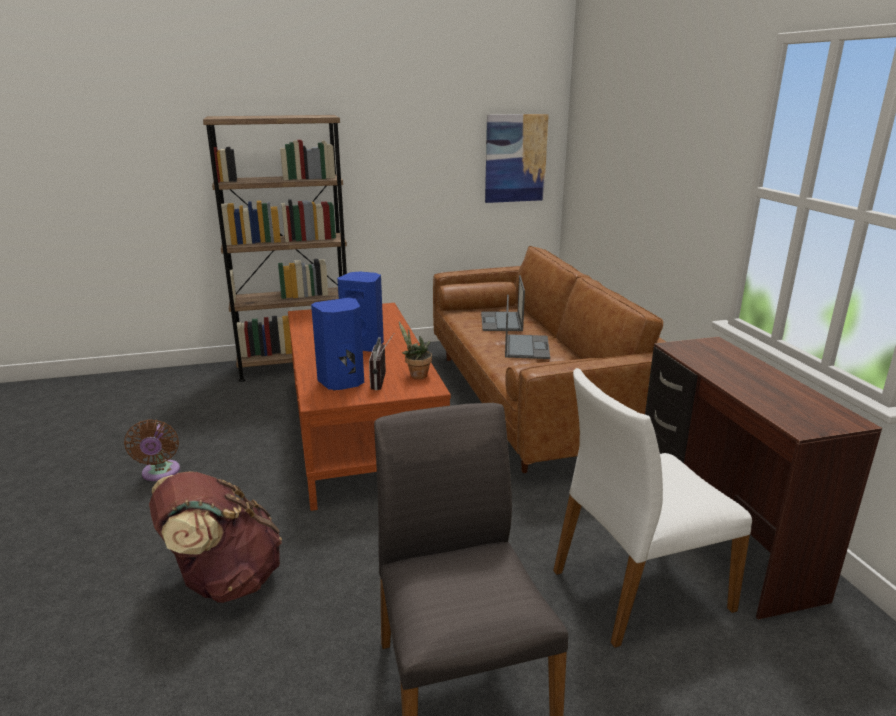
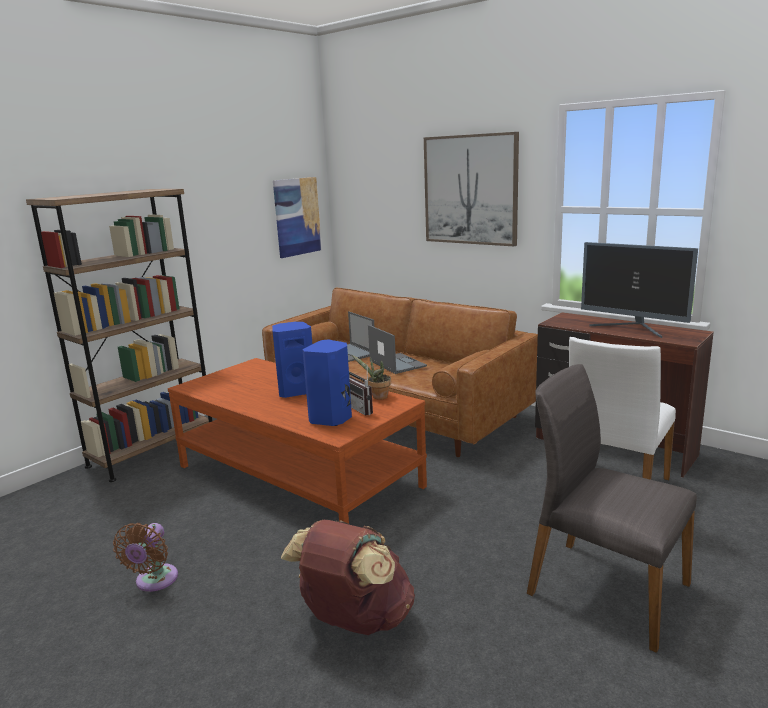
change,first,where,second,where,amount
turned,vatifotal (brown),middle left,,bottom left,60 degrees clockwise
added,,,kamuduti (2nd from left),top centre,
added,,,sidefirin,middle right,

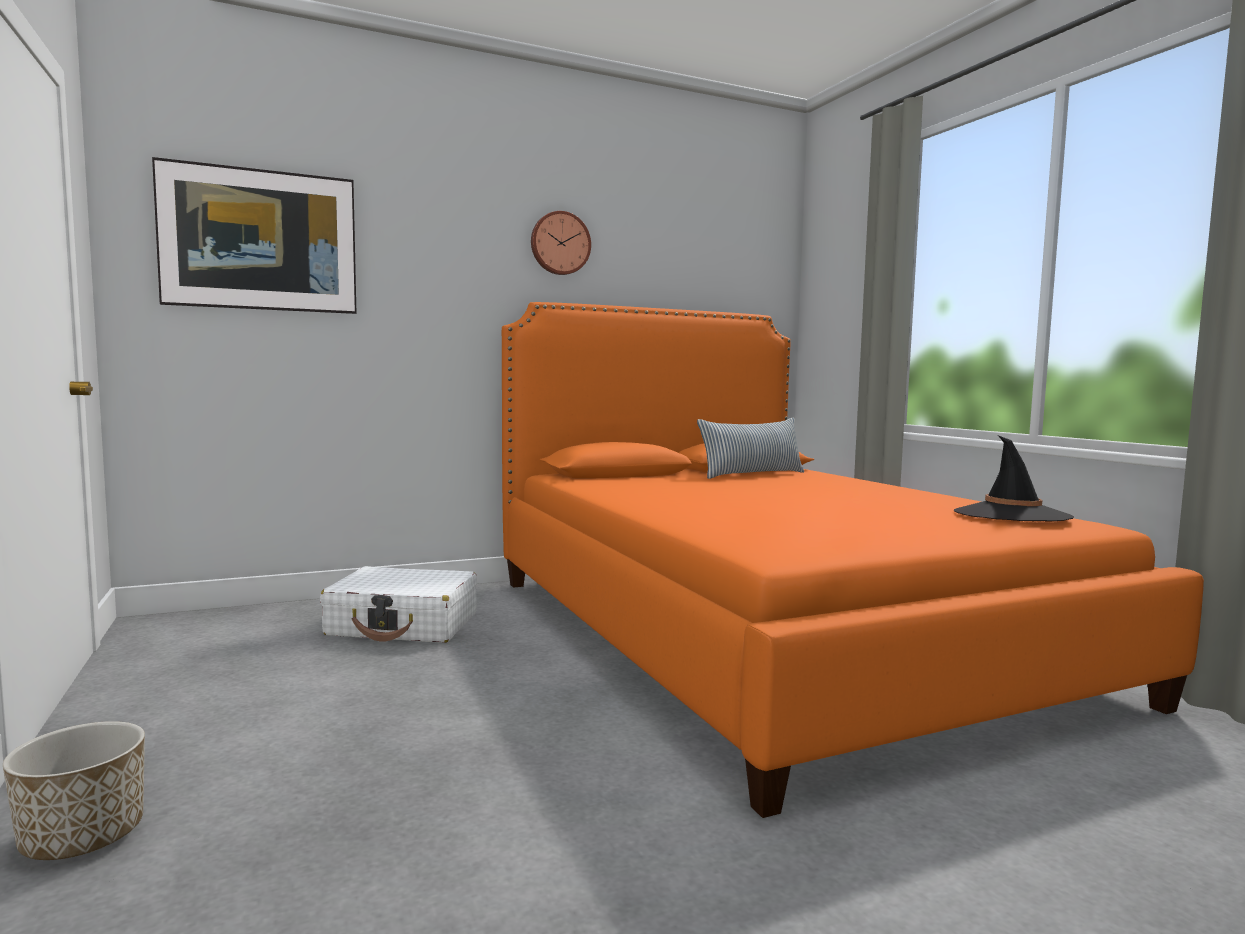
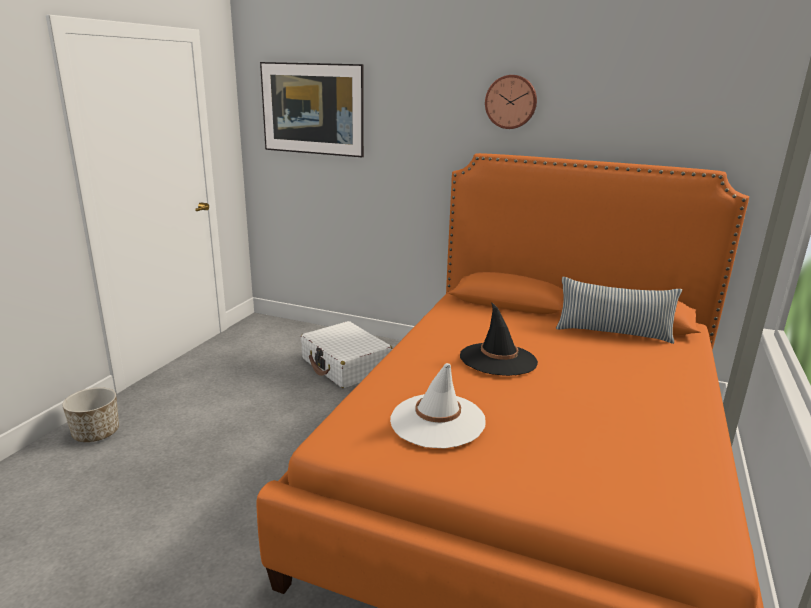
change,first,where,second,where,amount
moved,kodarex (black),middle right,,centre,
added,,,kodarex (white),centre,

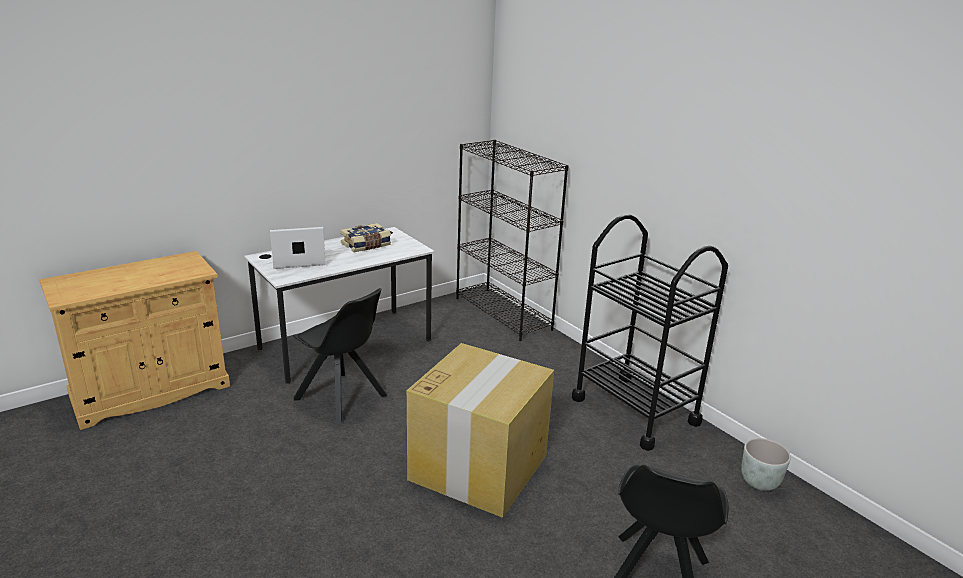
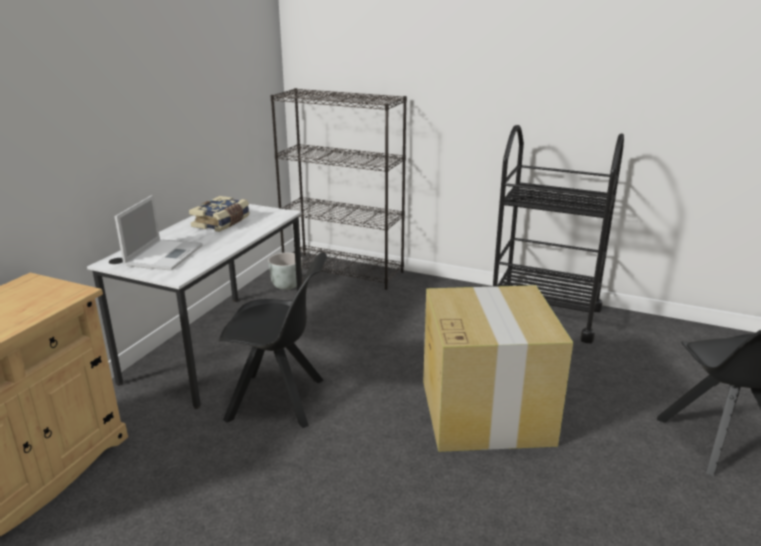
change,first,where,second,where,amount
turned,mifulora,middle left,,middle left,150 degrees clockwise
moved,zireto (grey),bottom right,,centre,

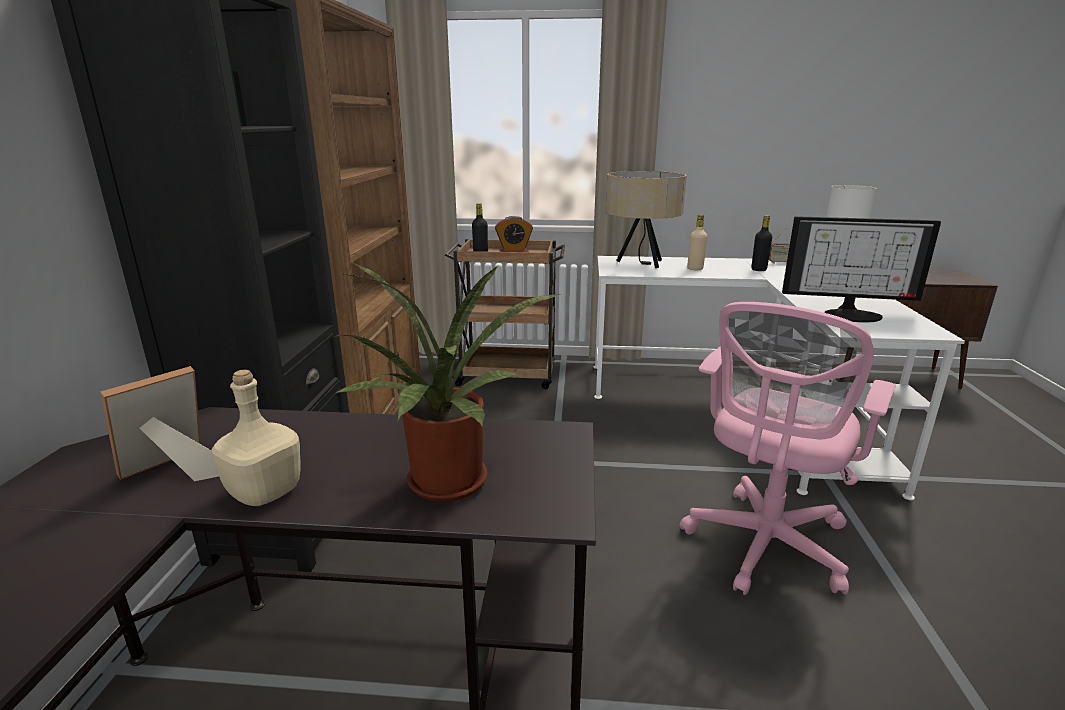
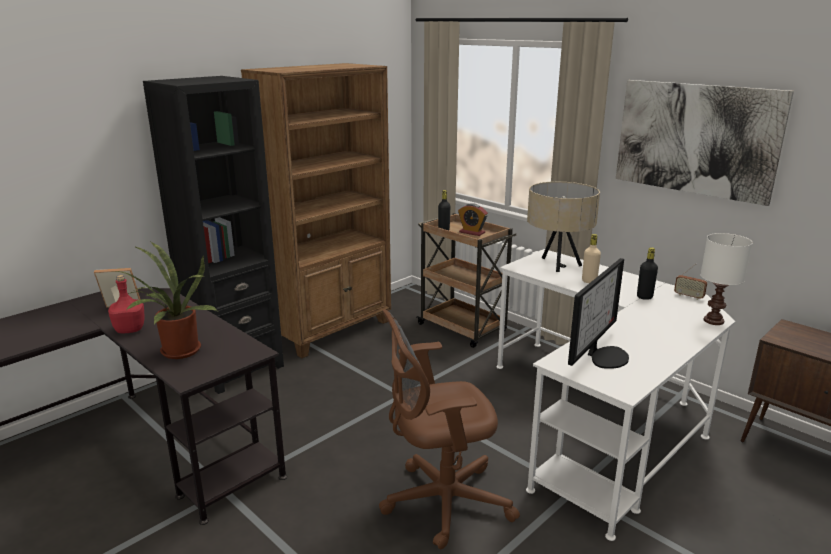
change,first,where,second,where,amount
turned,sidefirin,middle right,,middle right,105 degrees counterclockwise
recoloured,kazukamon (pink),middle right,kazukamon (brown),bottom centre,
recoloured,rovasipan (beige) (1st from left),middle left,rovasipan (red),middle left,
added,,,kamuduti,top right,

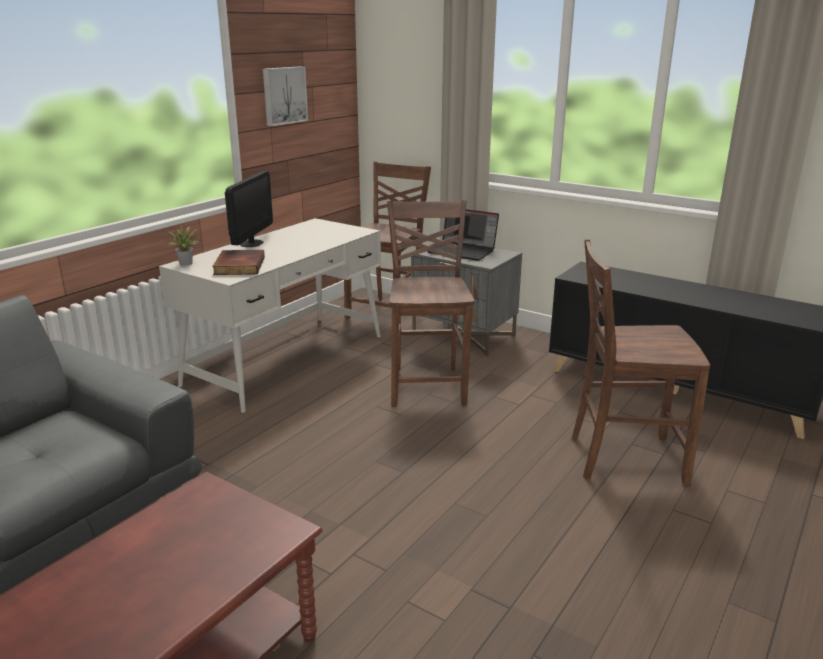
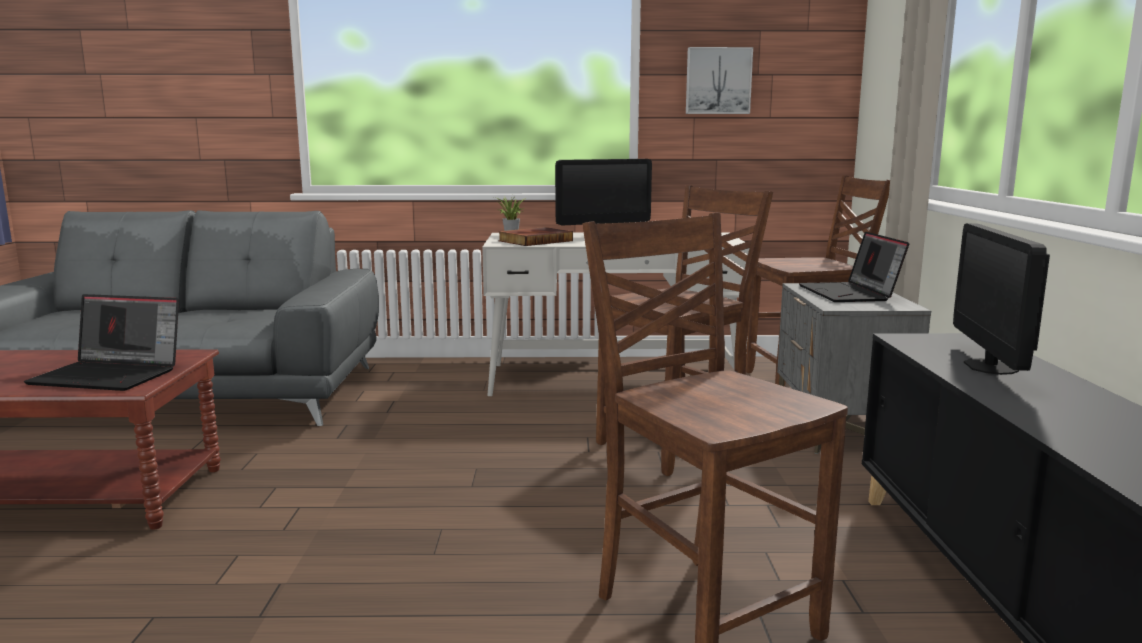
change,first,where,second,where,amount
added,,,sidefirin (2nd from left),middle right,
added,,,mifulora (1st from left),middle left,

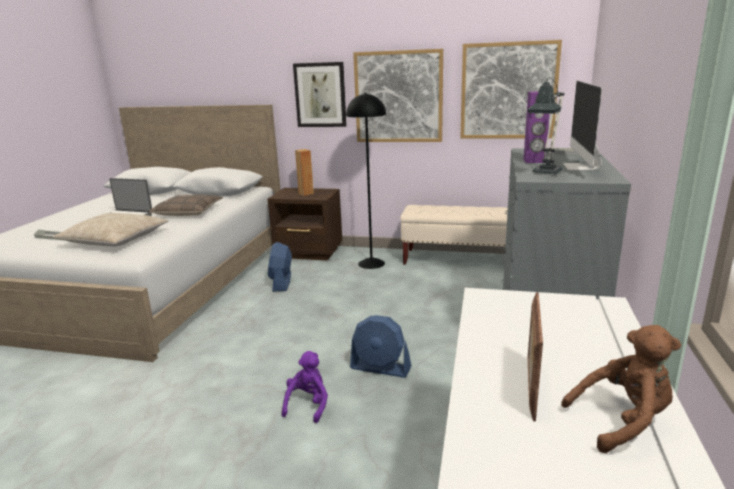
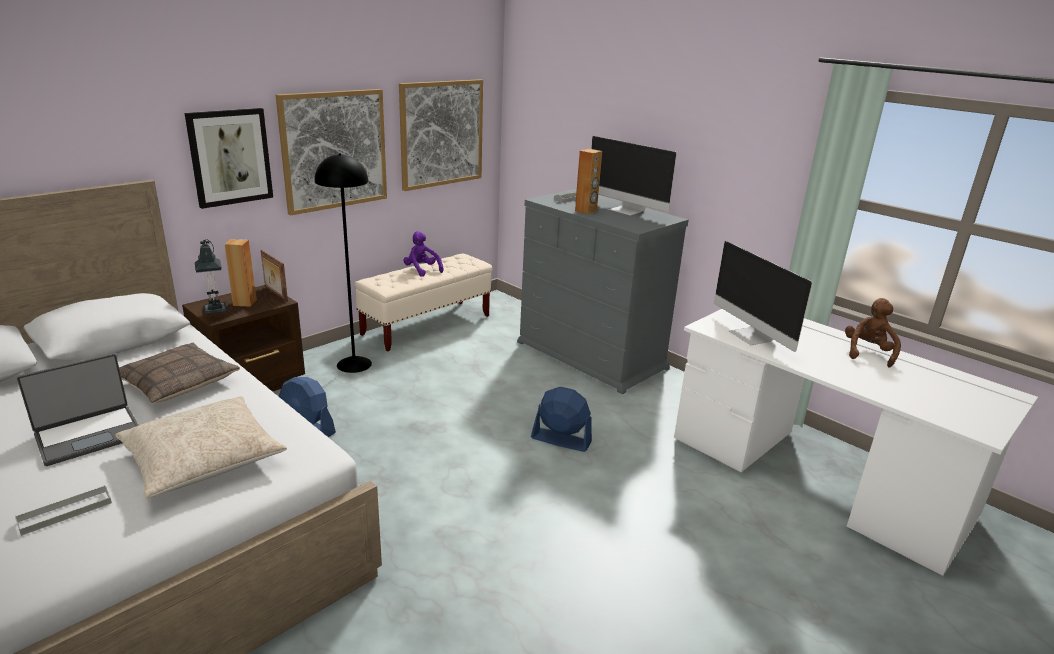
change,first,where,second,where,amount
moved,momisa,top right,,middle left,
recoloured,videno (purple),top right,videno (brown) (2nd from left),top centre,
moved,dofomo,bottom right,,middle left,
turned,vatifotal (blue) (2nd from left),bottom centre,,centre,120 degrees counterclockwise
moved,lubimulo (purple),bottom centre,,centre,
added,,,sidefirin (2nd from left),middle right,

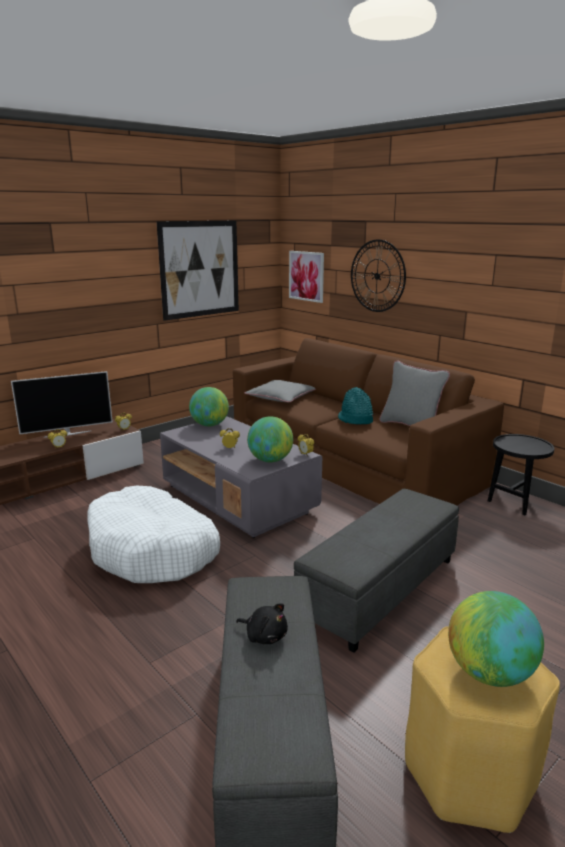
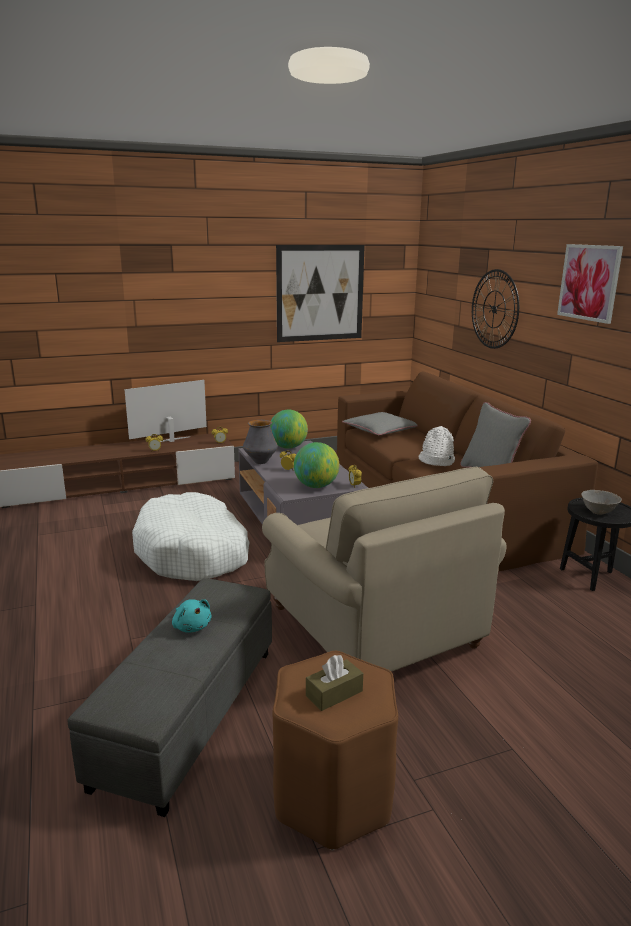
change,first,where,second,where,amount
moved,kamuduti (2nd from left),top centre,,top right,
turned,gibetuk,middle left,,middle left,150 degrees clockwise
recoloured,kodarex (turquoise),centre,kodarex (white),middle right,
replaced,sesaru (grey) (2nd from left),bottom centre,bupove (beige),centre,
replaced,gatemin (3rd from left),bottom right,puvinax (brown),bottom centre,
recoloured,lubimulo (black),bottom centre,lubimulo (turquoise),middle left,
recoloured,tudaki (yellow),bottom right,tudaki (brown),bottom centre,
added,,,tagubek,centre,
added,,,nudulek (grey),middle right,

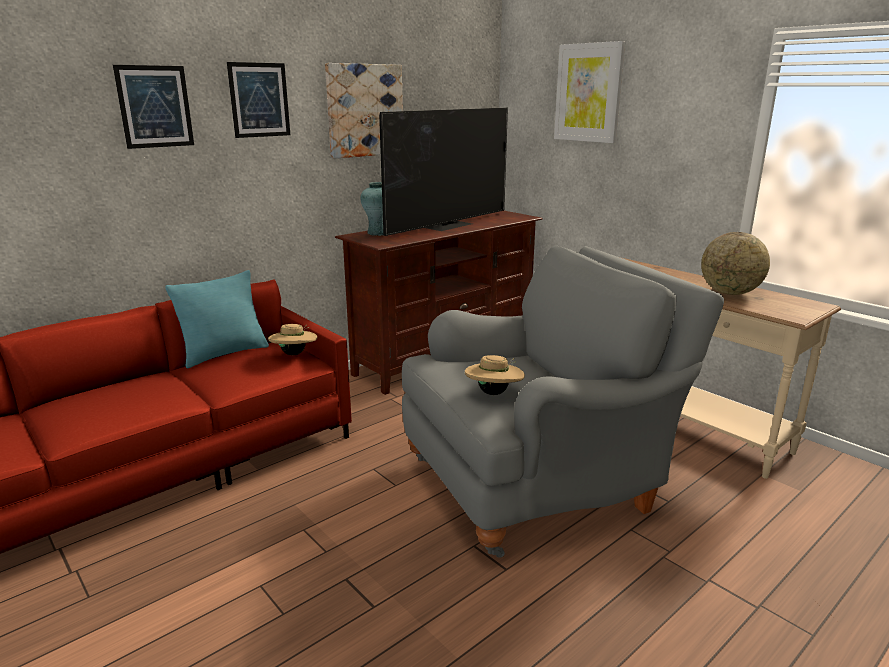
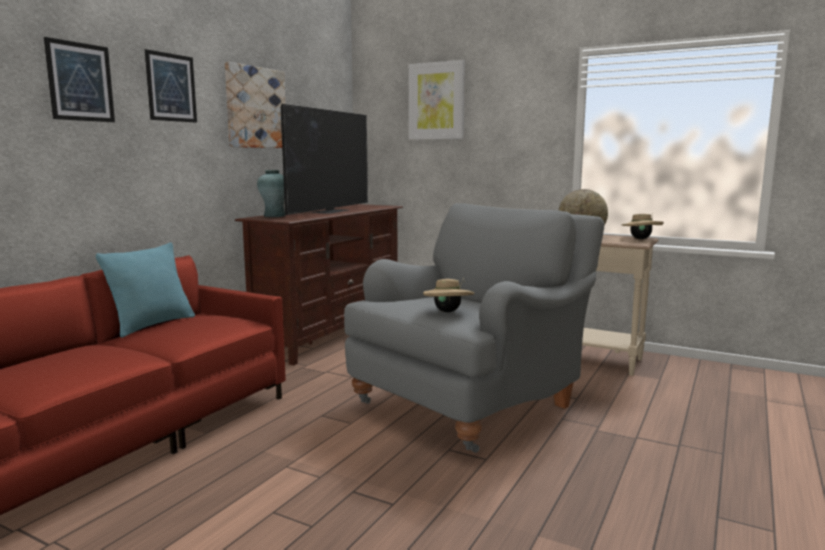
change,first,where,second,where,amount
moved,kodarex (beige) (1st from left in the first image),middle left,kodarex (beige) (2nd from left),middle right,

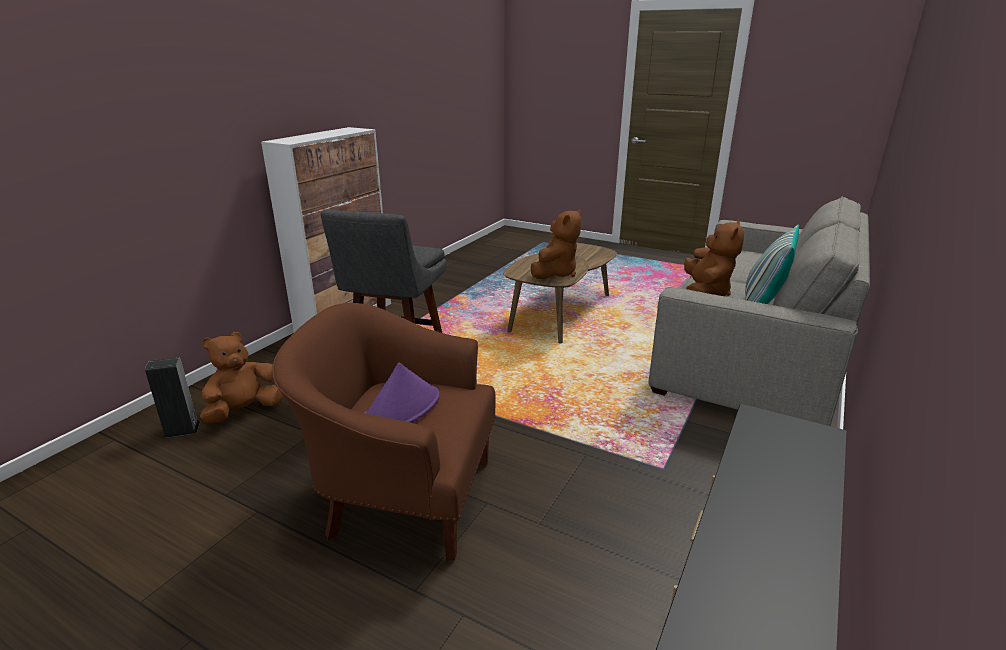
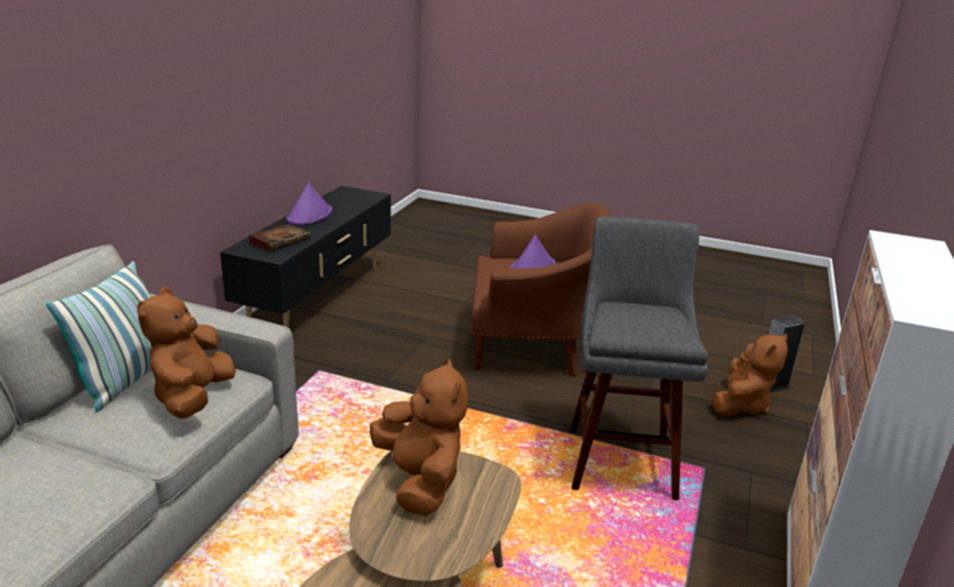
change,first,where,second,where,amount
turned,lubimulo (brown) (2nd from left),centre,,bottom centre,135 degrees clockwise
added,,,kodarex (purple) (1st from left),middle left,
added,,,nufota,middle left,

